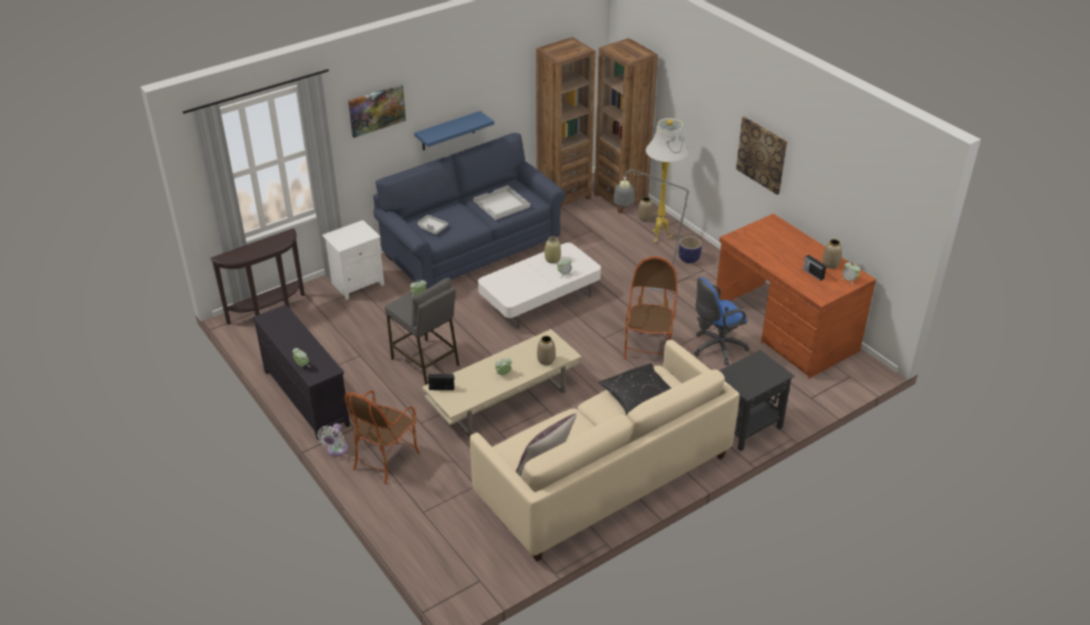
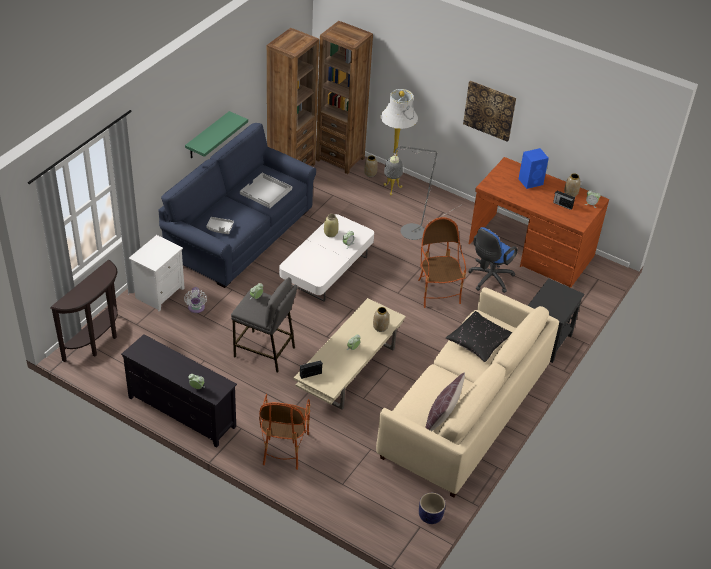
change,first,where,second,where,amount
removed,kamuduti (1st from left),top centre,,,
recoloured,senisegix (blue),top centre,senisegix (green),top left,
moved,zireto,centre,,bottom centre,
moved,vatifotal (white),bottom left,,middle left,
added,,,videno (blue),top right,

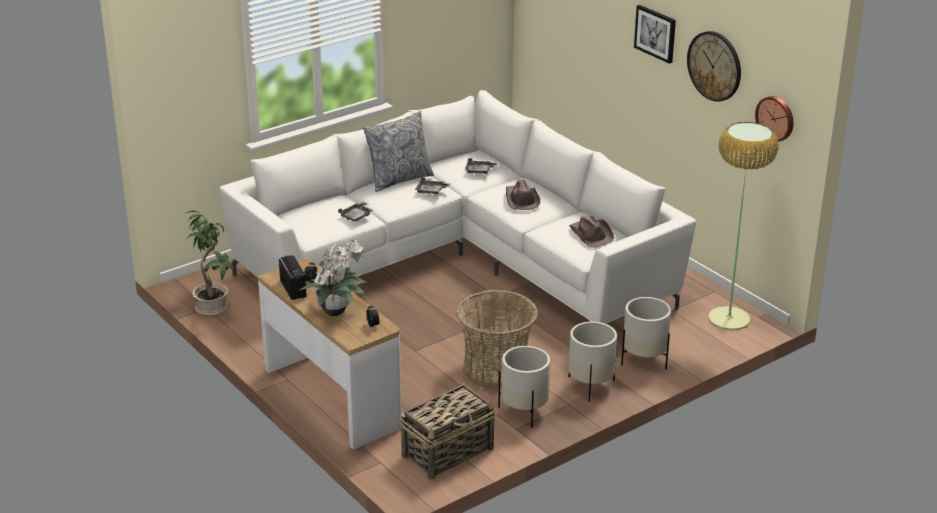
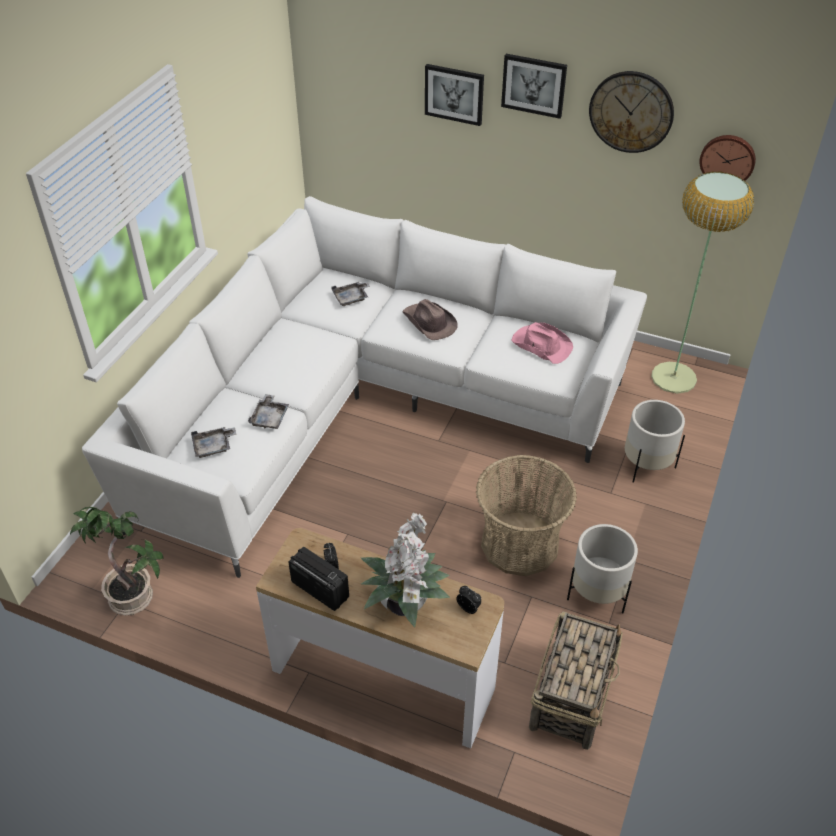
change,first,where,second,where,amount
removed,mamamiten,top centre,,,
moved,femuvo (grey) (2nd from left in the first image),centre,femuvo (grey) (1st from left),middle left,
recoloured,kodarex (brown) (2nd from left),centre,kodarex (pink),centre,
removed,zireto (white) (2nd from left),bottom centre,,,
added,,,kamuduti (1st from left),top centre,

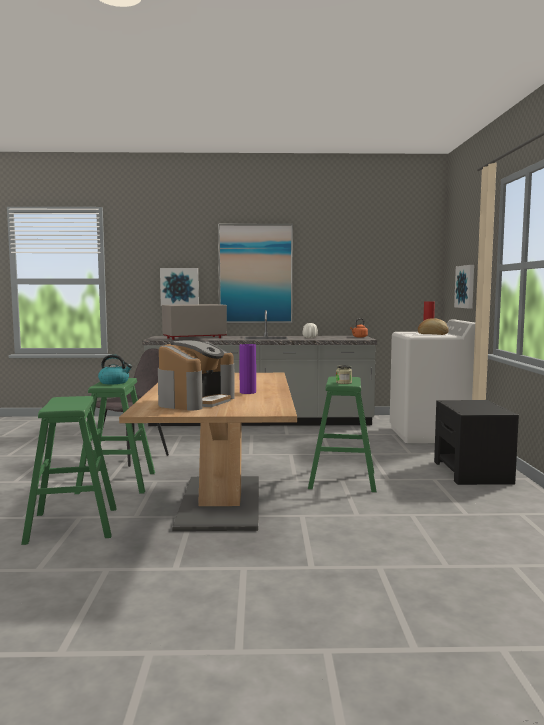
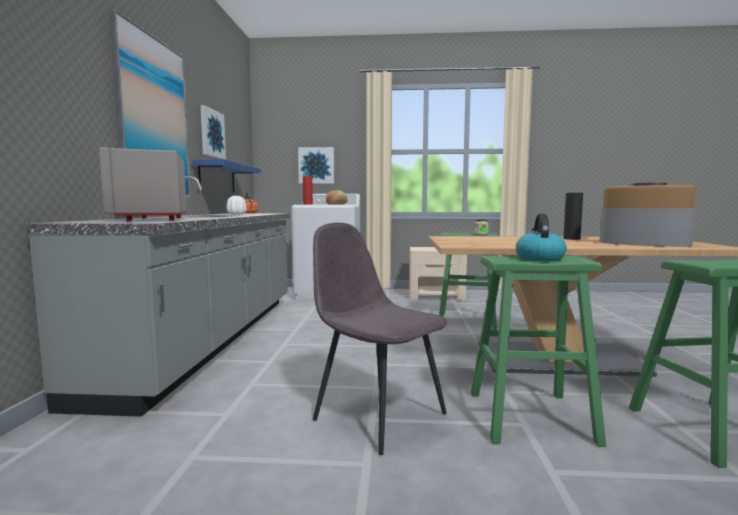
change,first,where,second,where,amount
moved,kamuduti (1st from left in the first image),middle left,kamuduti (2nd from left),top left,
recoloured,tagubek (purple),centre,tagubek (black),middle right,
recoloured,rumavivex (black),middle right,rumavivex (beige),centre,
added,,,senisegix (blue),middle left,

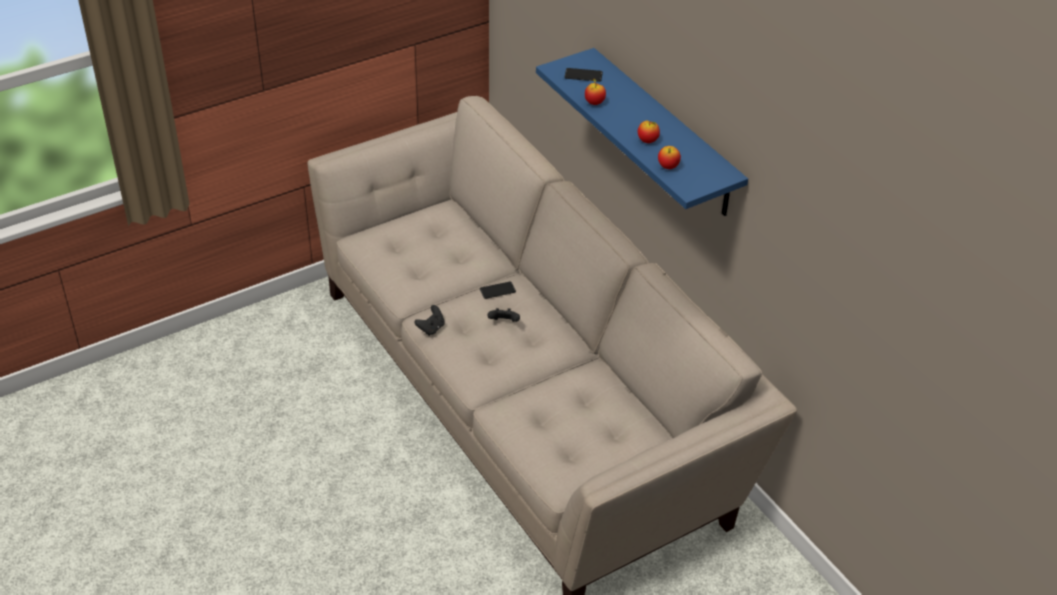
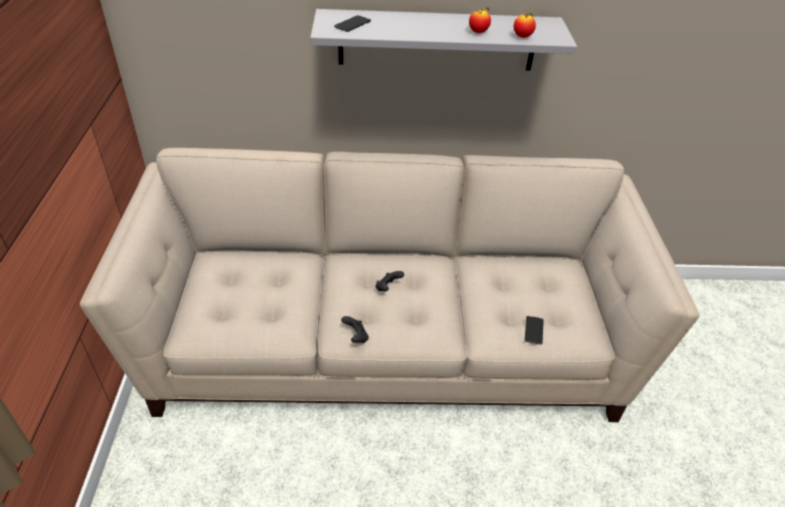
change,first,where,second,where,amount
recoloured,senisegix (blue),top centre,senisegix (grey),top centre,
removed,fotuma (1st from left),top centre,,,
moved,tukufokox (1st from left in the first image),centre,tukufokox (2nd from left),middle right,

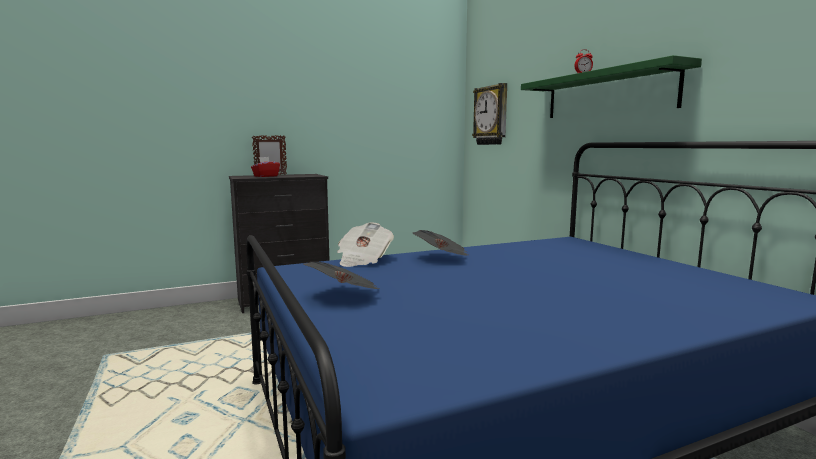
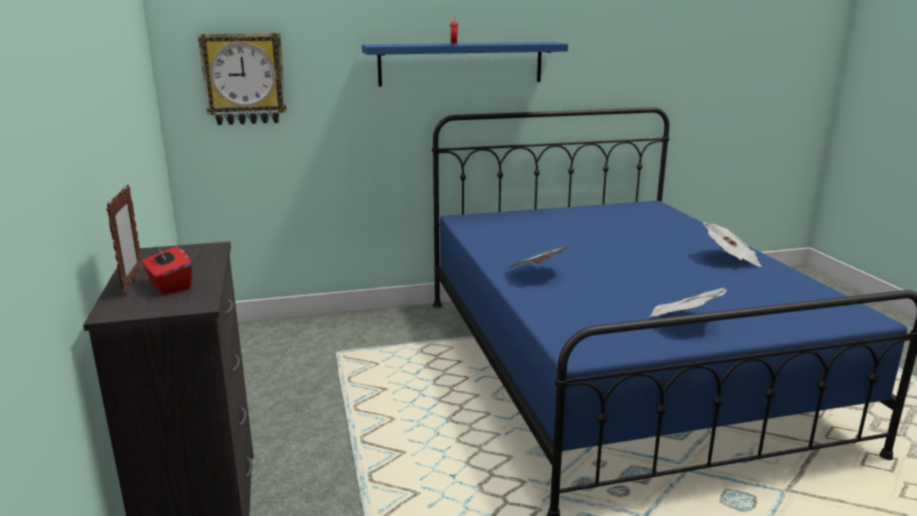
change,first,where,second,where,amount
recoloured,senisegix (green),top right,senisegix (blue),top centre,
moved,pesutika (2nd from left in the first image),centre,pesutika (3rd from left),middle right,

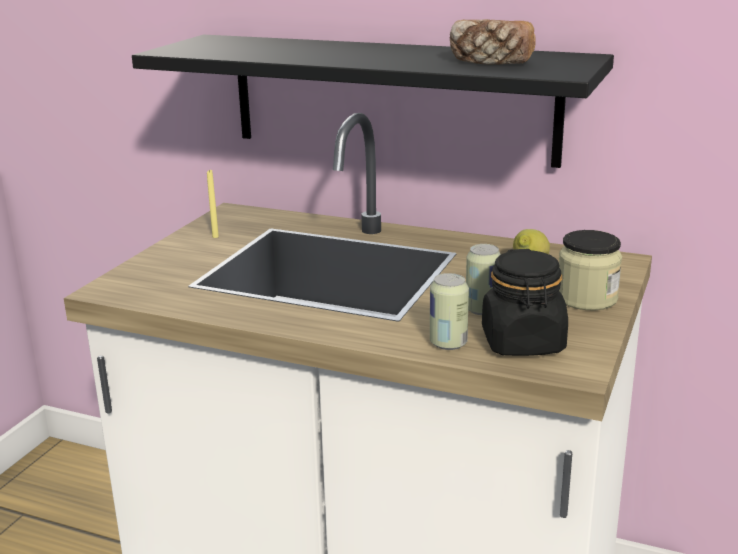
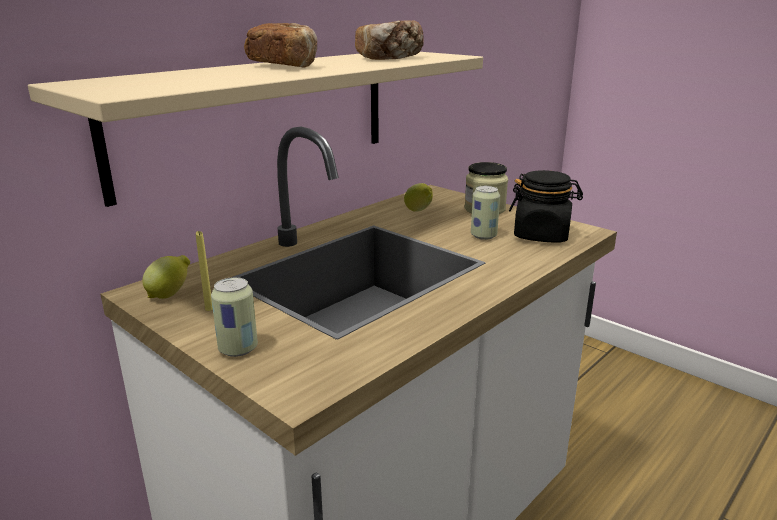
change,first,where,second,where,amount
recoloured,senisegix (black),top centre,senisegix (beige),top left,
moved,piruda (1st from left),centre,,middle left,
added,,,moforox (1st from left),top centre,
added,,,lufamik (1st from left),middle left,

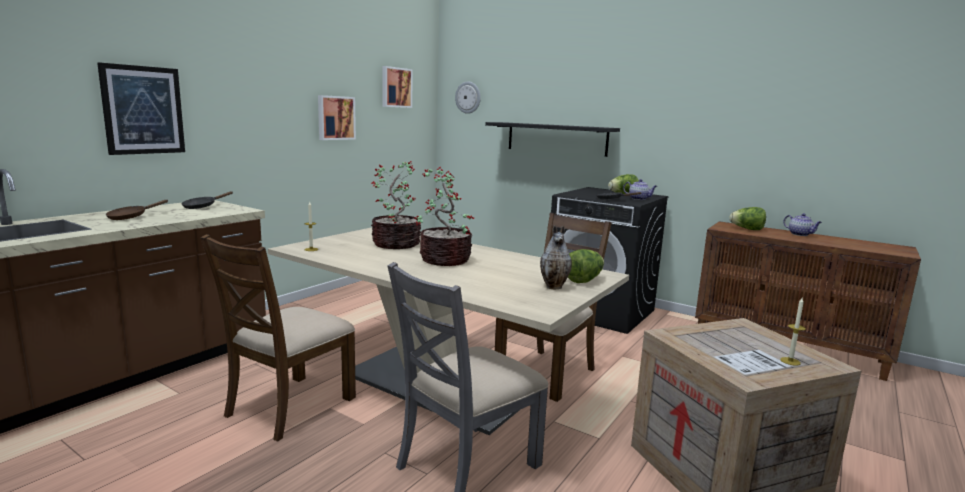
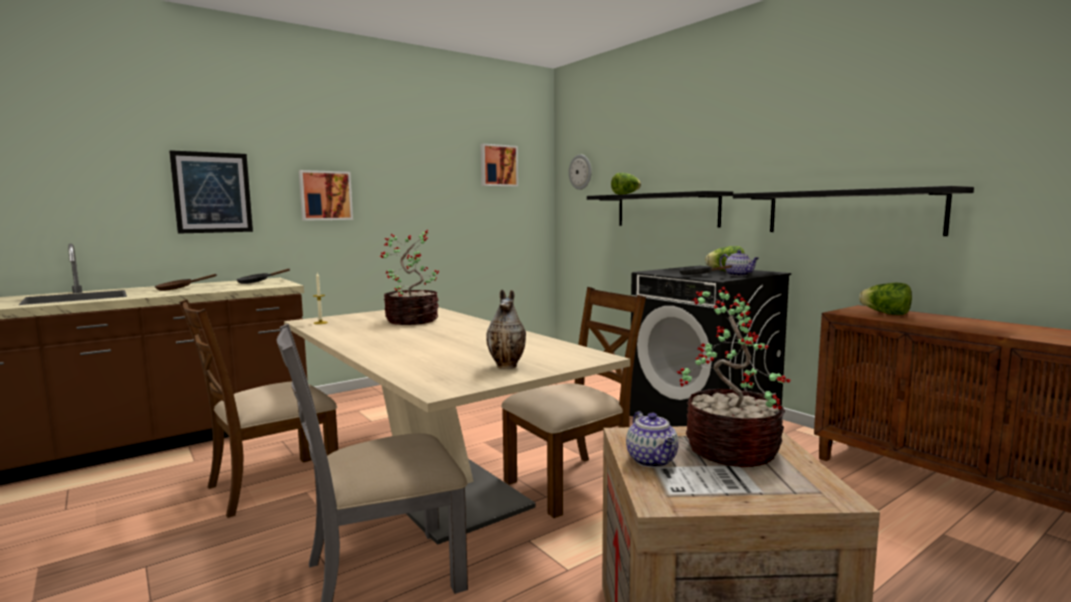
change,first,where,second,where,amount
moved,kamuduti (2nd from left),top centre,,top left,
moved,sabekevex (2nd from left),centre,,middle right,
moved,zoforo (2nd from left in the first image),middle right,zoforo (1st from left),bottom centre,
moved,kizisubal (1st from left),centre,,top centre,
removed,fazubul (2nd from left),bottom right,,,
added,,,senisegix (black) (2nd from left),middle right,

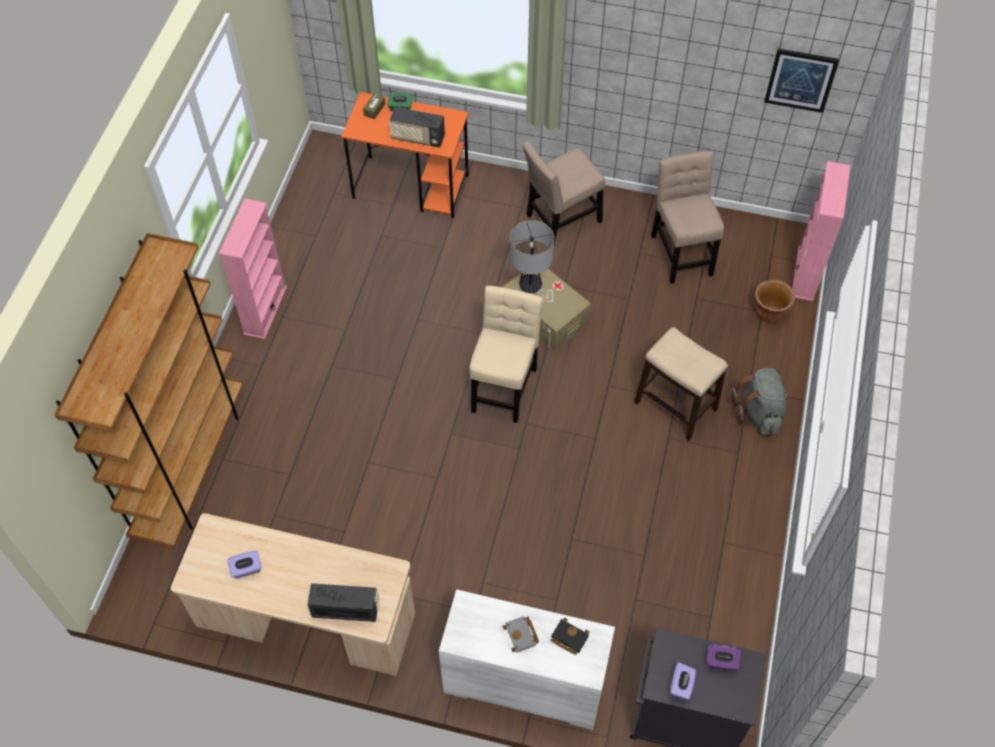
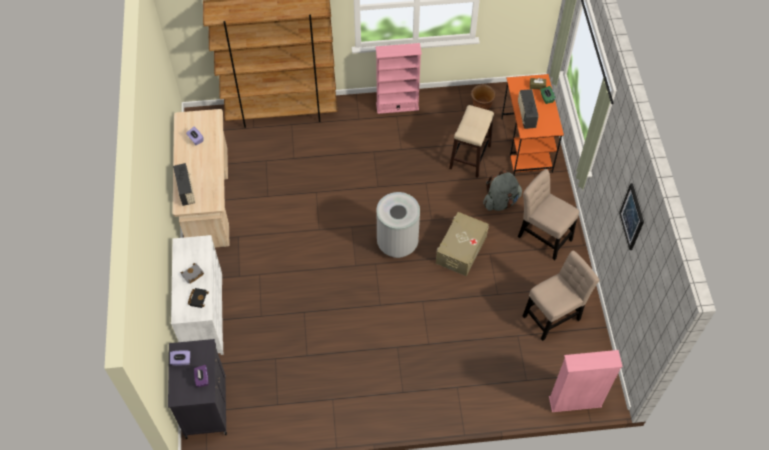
change,first,where,second,where,amount
moved,kamuduti,top right,,middle right,
removed,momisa,centre,,,
moved,zireto (brown),middle right,,top centre,
replaced,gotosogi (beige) (1st from left),centre,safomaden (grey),centre,
moved,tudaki,middle right,,top centre,
moved,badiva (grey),middle right,,centre,

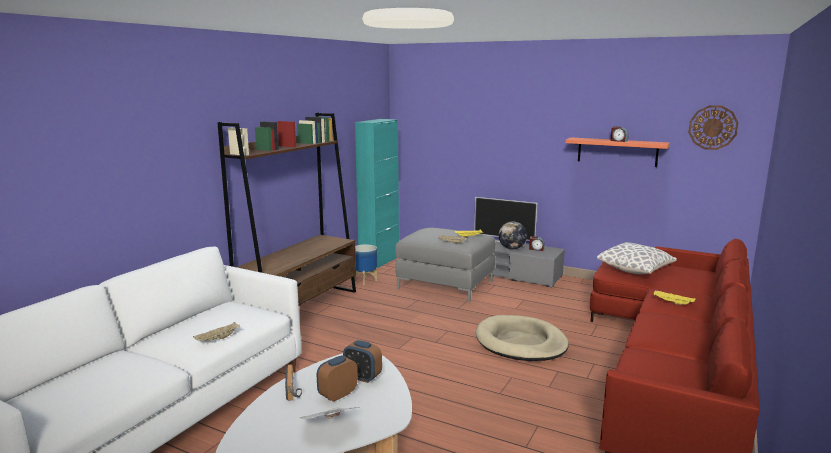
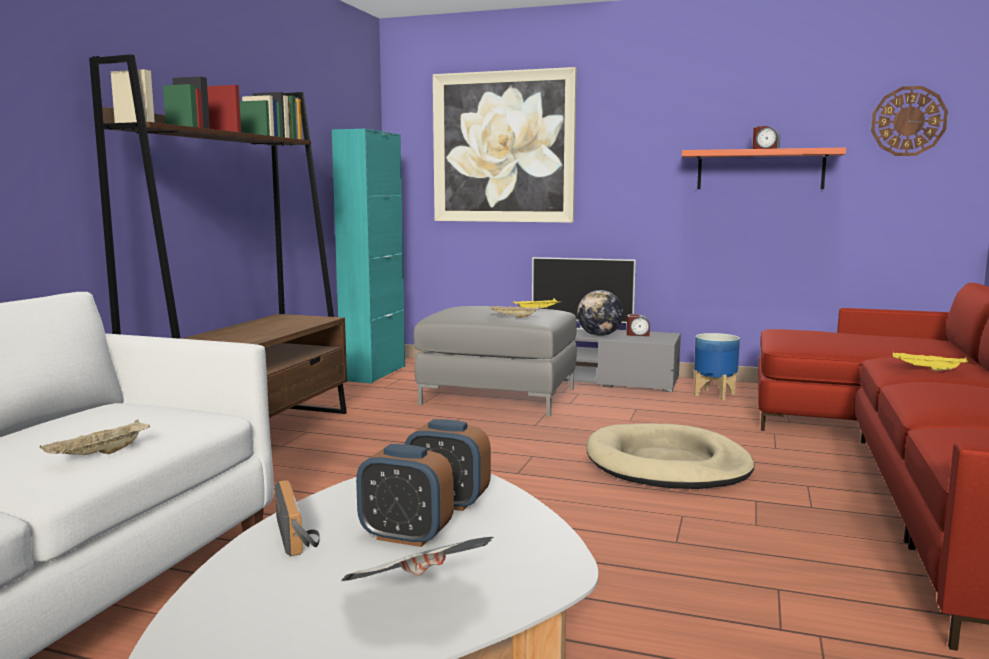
change,first,where,second,where,amount
removed,mamamiten,middle right,,,
moved,zireto,centre,,middle right,
turned,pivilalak (1st from left),bottom centre,,bottom centre,105 degrees counterclockwise
added,,,kamuduti,top centre,

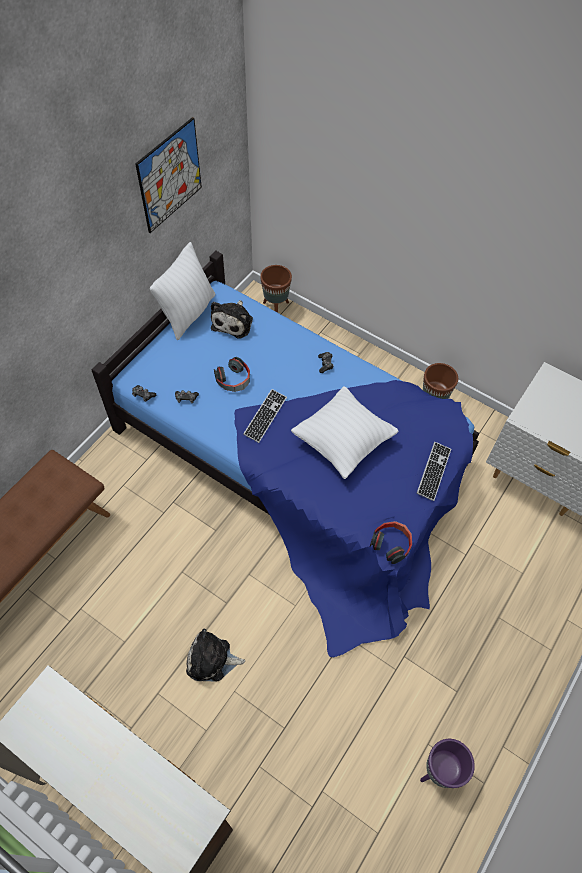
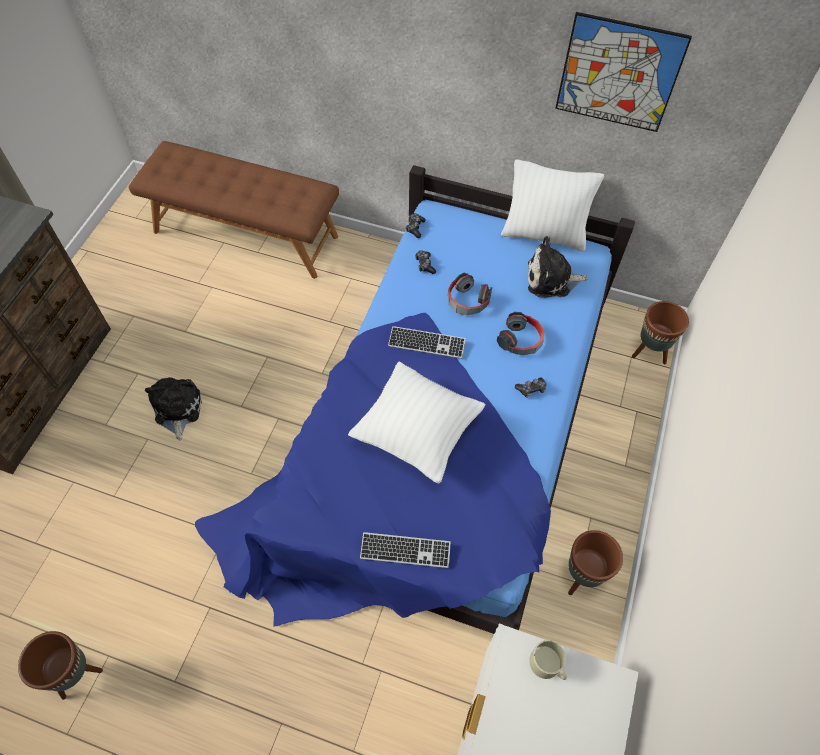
change,first,where,second,where,amount
moved,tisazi (2nd from left),middle right,,centre,
recoloured,zireto (purple),bottom right,zireto (brown) (1st from left),bottom left,
added,,,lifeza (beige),bottom right,

